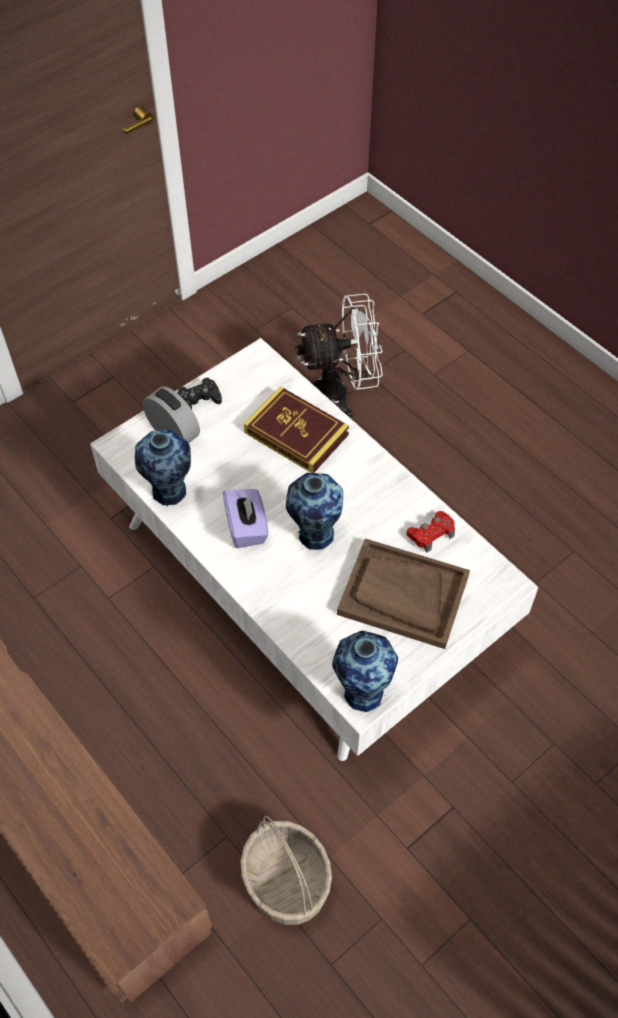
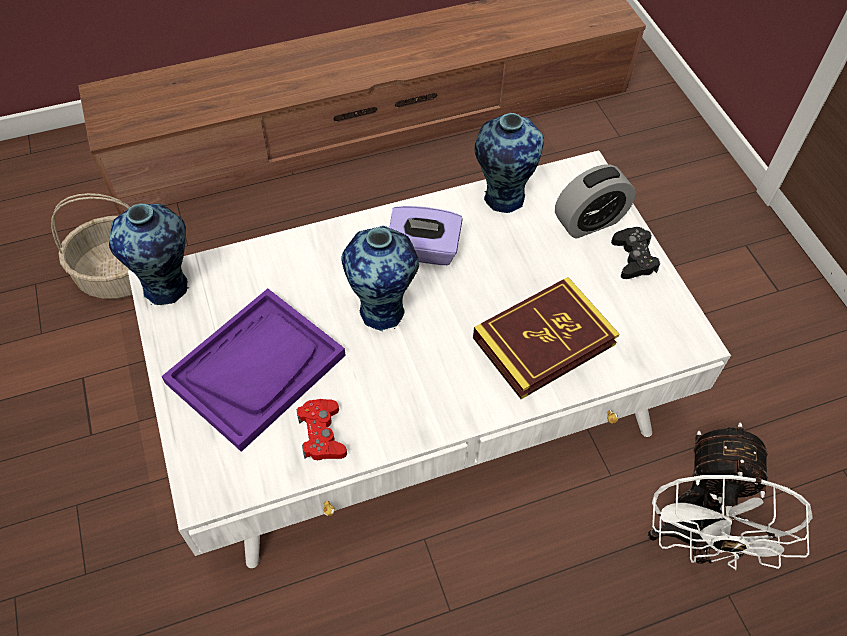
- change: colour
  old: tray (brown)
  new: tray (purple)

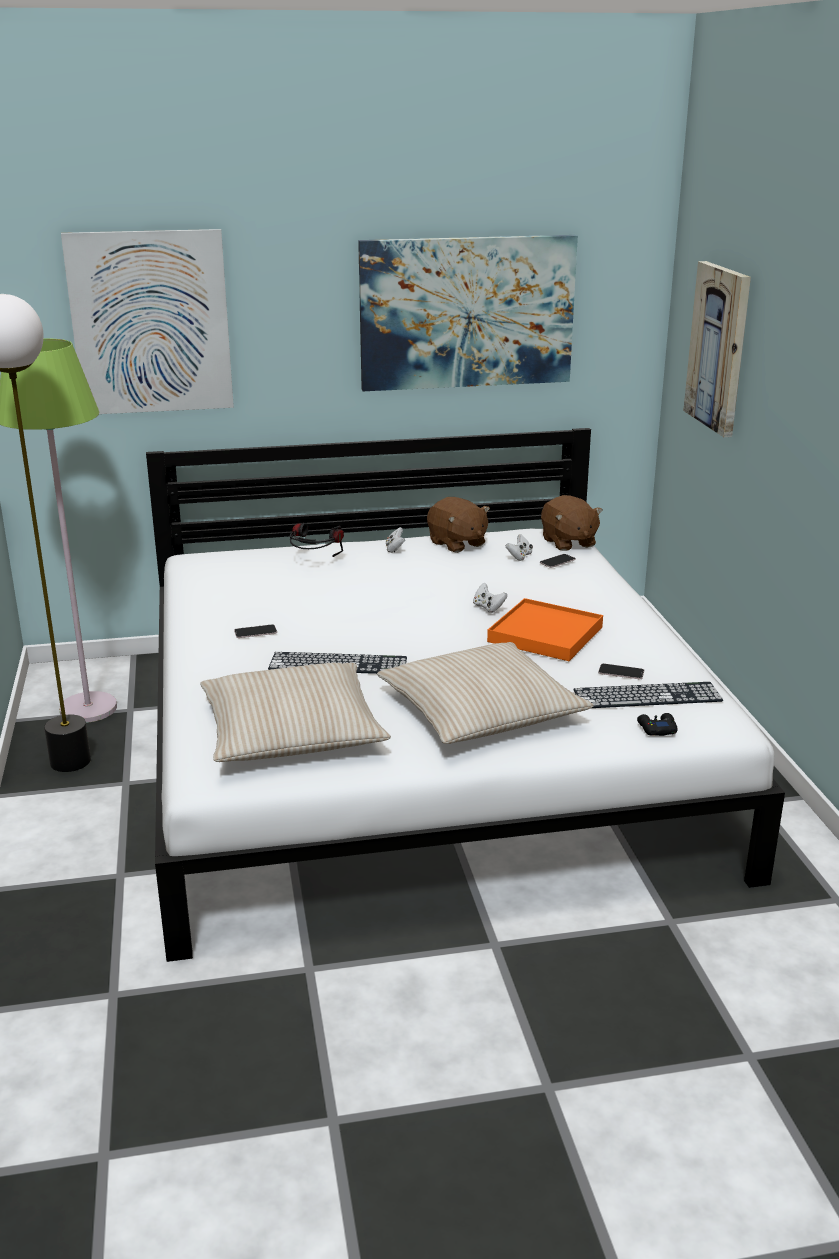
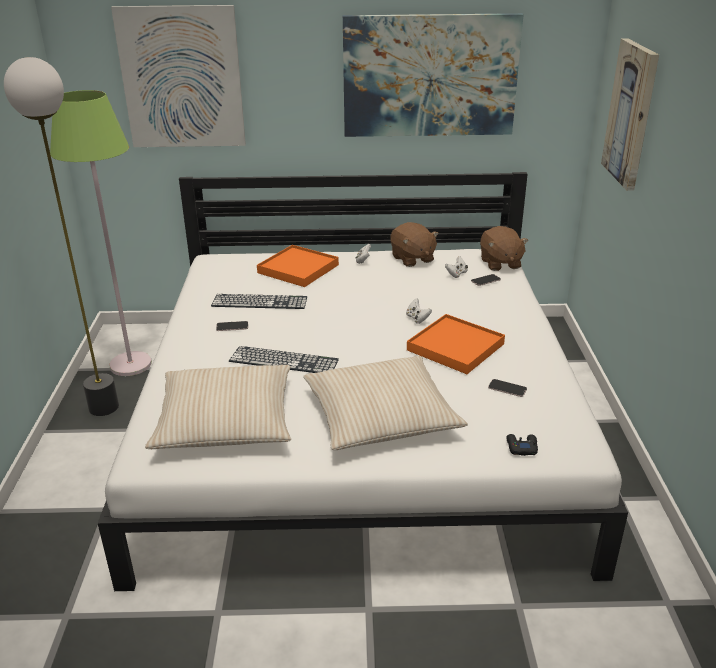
- change: relocated
  old: keyboard (no. 2 from left in the first image)
  new: keyboard (no. 1 from left)
- change: exchanged
  old: headphones
  new: tray (orange) (no. 1 from left)

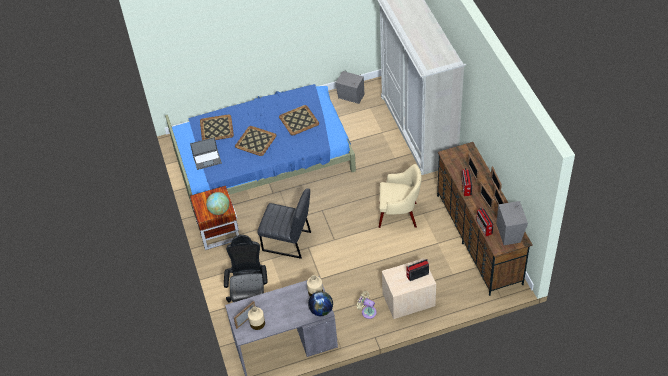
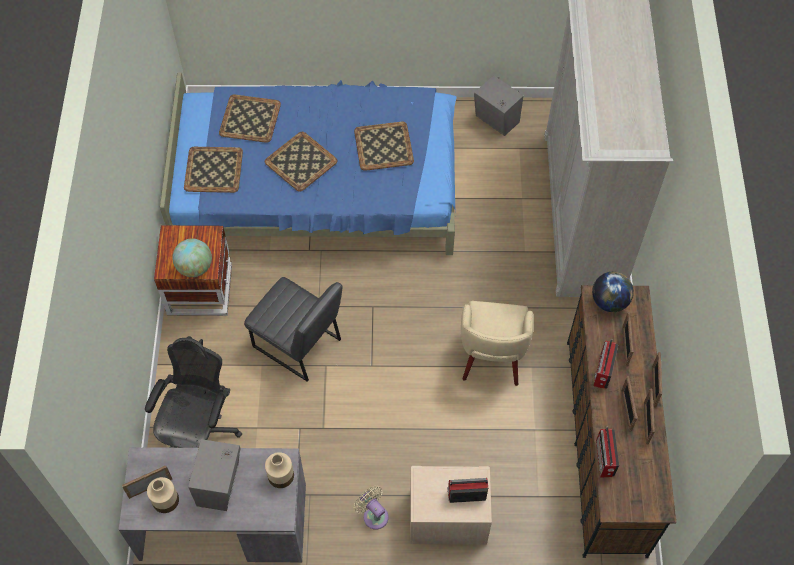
- change: relocated
  old: globe (no. 2 from left)
- change: relocated
  old: speaker (grey) (no. 2 from left in the first image)
  new: speaker (grey) (no. 1 from left)
- change: exchanged
  old: laptop
  new: tray (no. 1 from left)
- change: spun
  old: armchair (beige)
  degrees: 75

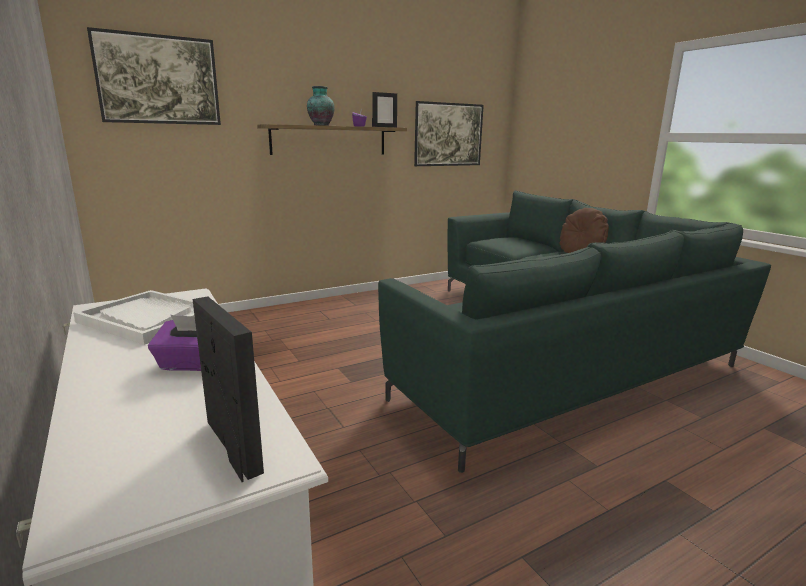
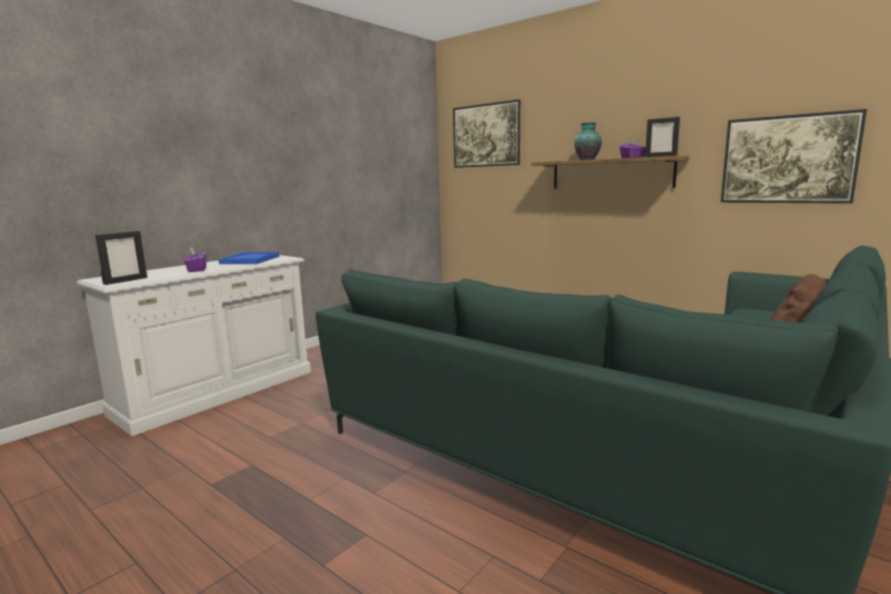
- change: colour
  old: tray (white)
  new: tray (blue)

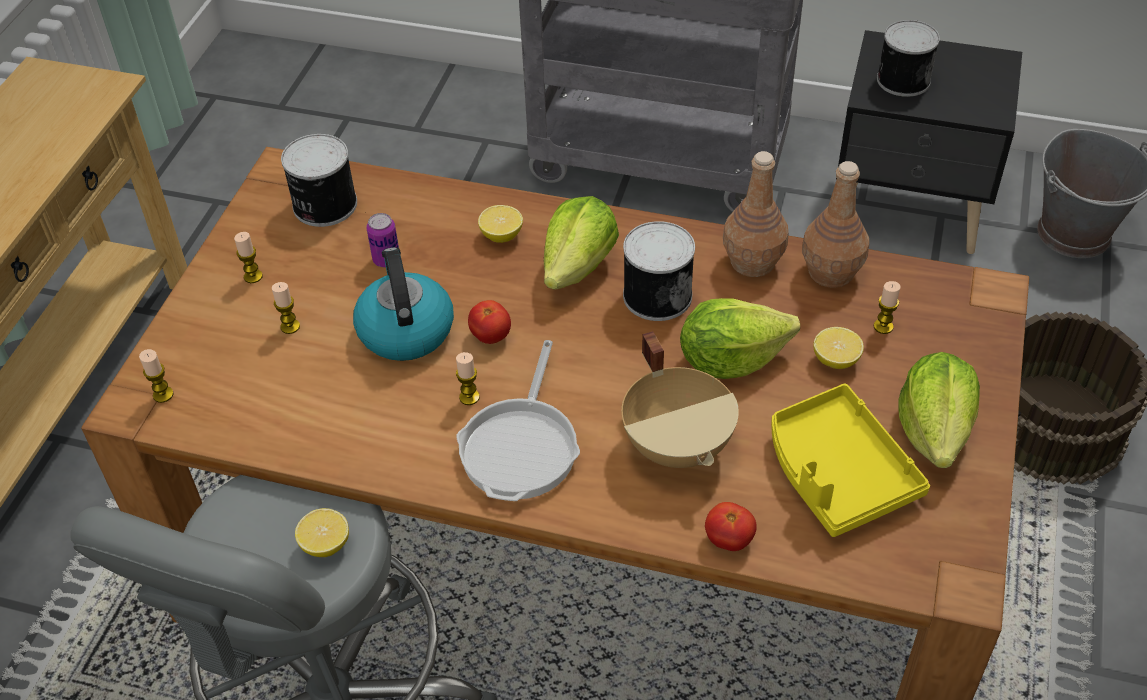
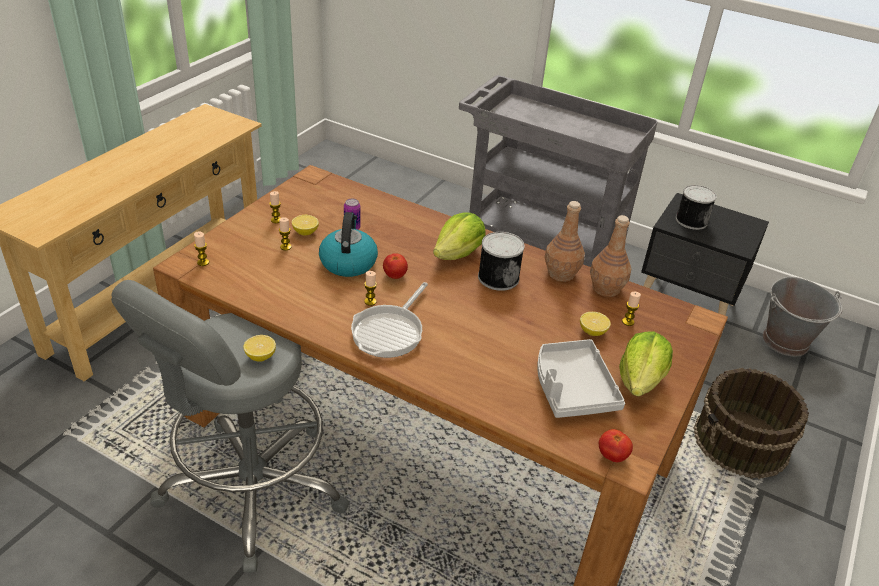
- change: missing
  old: can (no. 1 from left)
- change: missing
  old: cooking pot (beige)
- change: missing
  old: lettuce (no. 2 from left)
- change: relocated
  old: lemon (no. 2 from left)
- change: relocated
  old: tomato (no. 2 from left)
- change: colour
  old: tray (yellow)
  new: tray (grey)

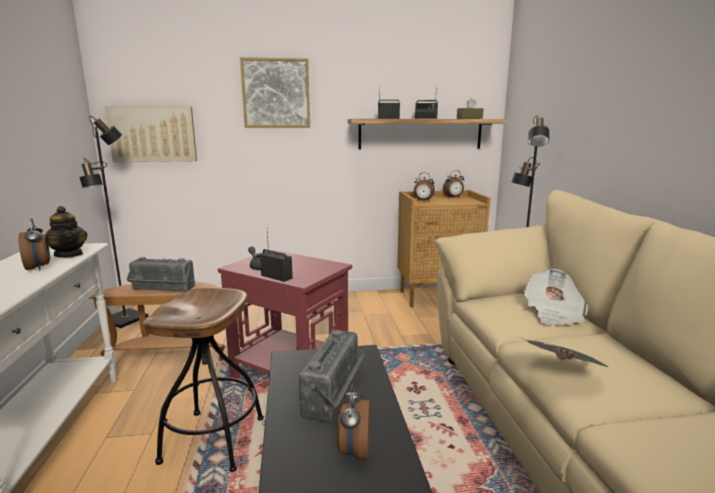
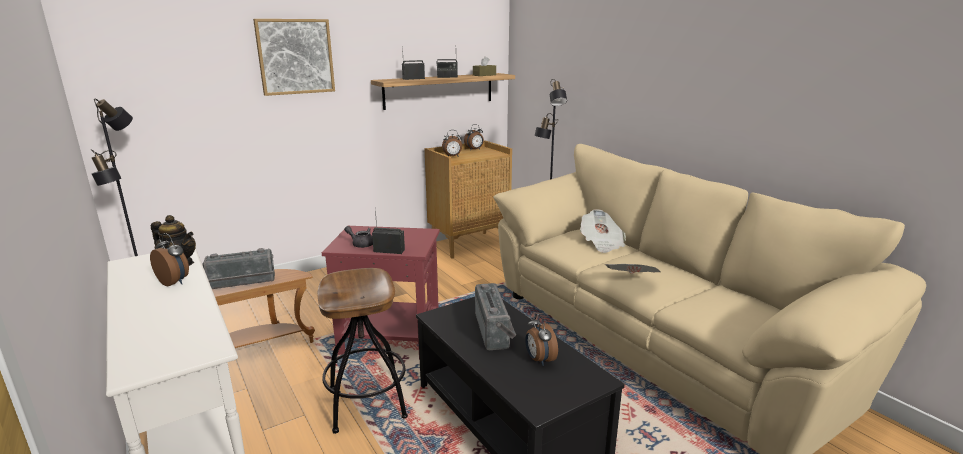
- change: missing
  old: picture (no. 1 from left)

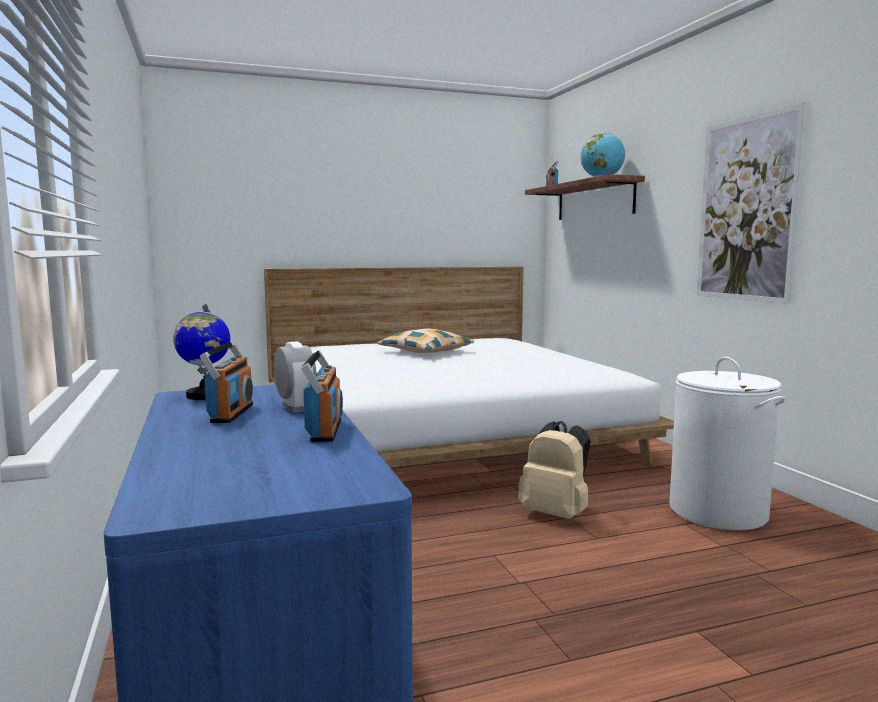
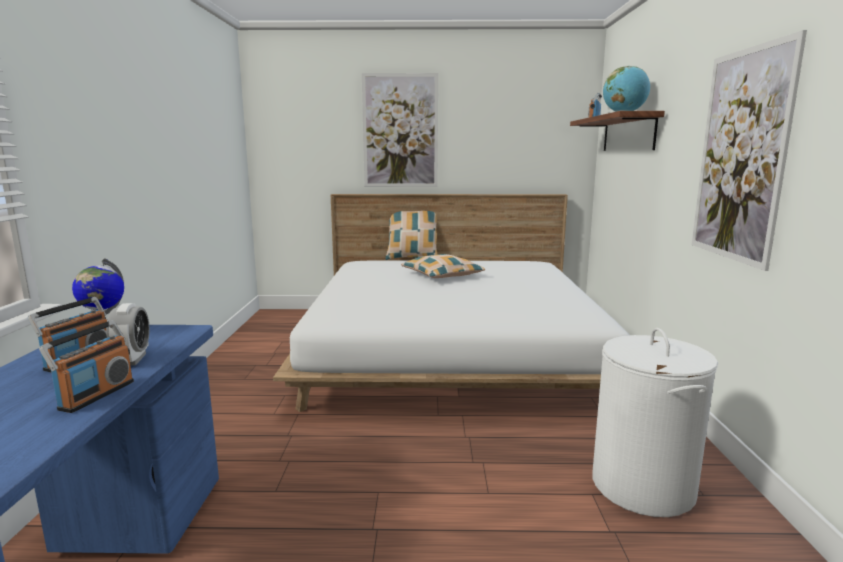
- change: missing
  old: backpack (beige)
- change: appeared
  new: picture (no. 1 from left)
- change: appeared
  new: pillow (no. 1 from left)

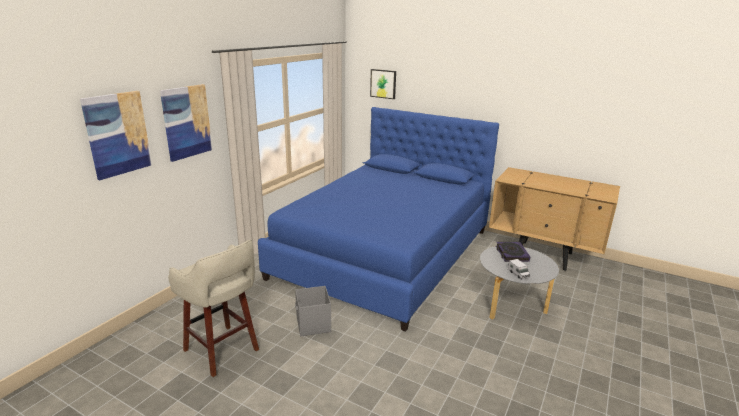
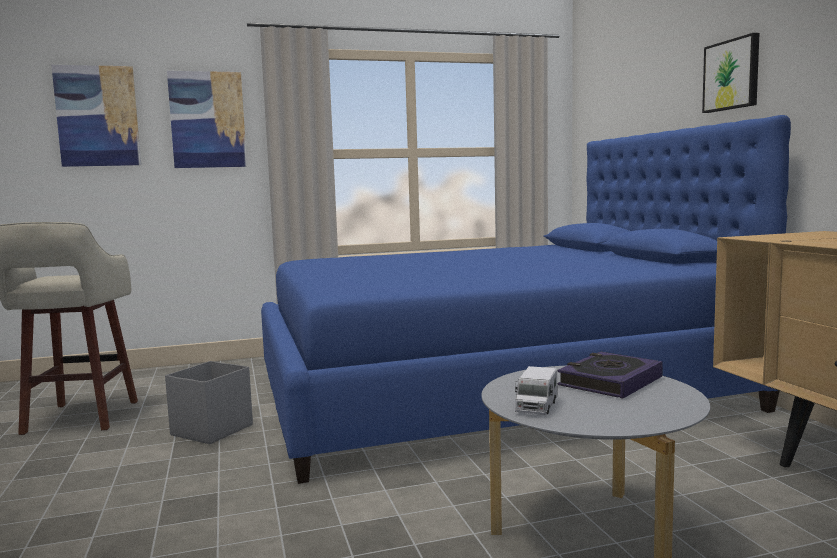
- change: relocated
  old: picture (no. 3 from left)

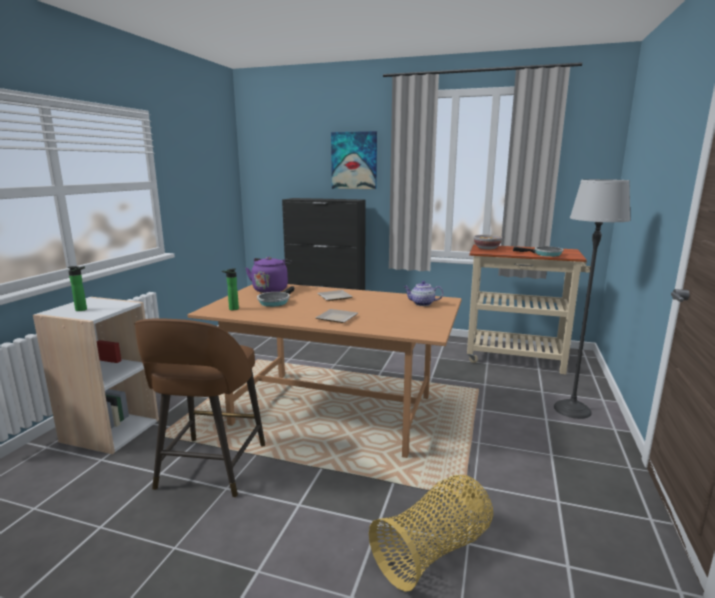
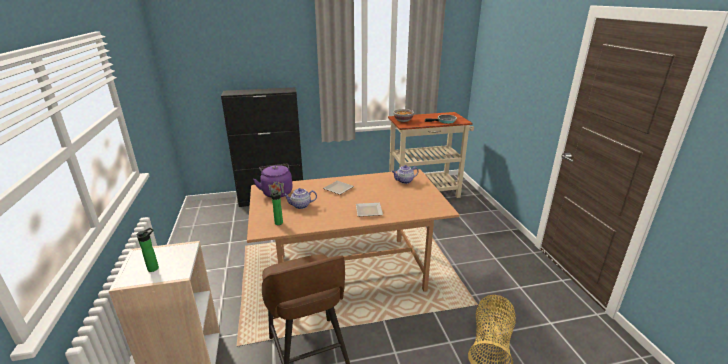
- change: missing
  old: picture
- change: missing
  old: floor lamp
- change: exchanged
  old: frying pan (no. 1 from left)
  new: teapot (no. 1 from left)

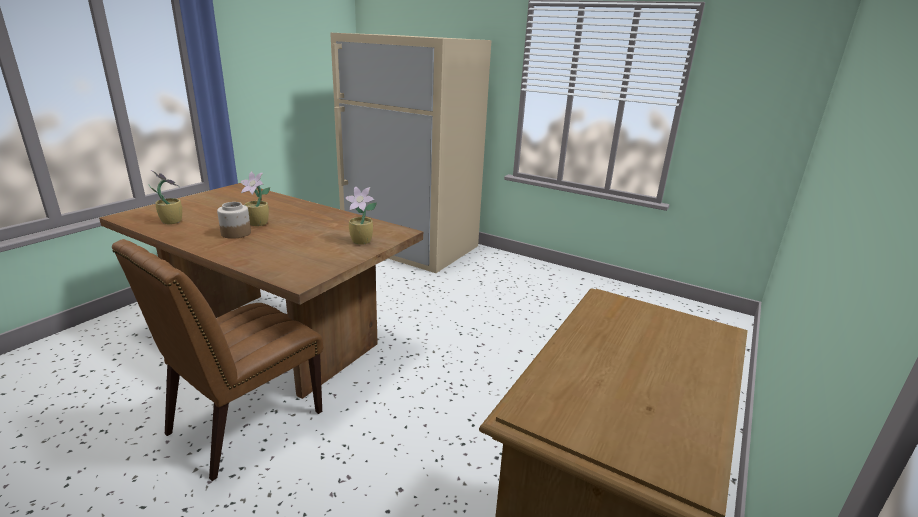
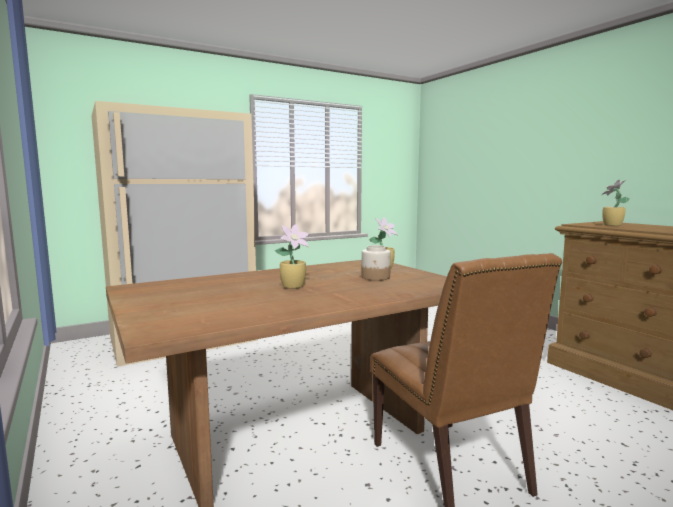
- change: relocated
  old: potted plant (no. 1 from left in the first image)
  new: potted plant (no. 3 from left)
- change: relocated
  old: jar

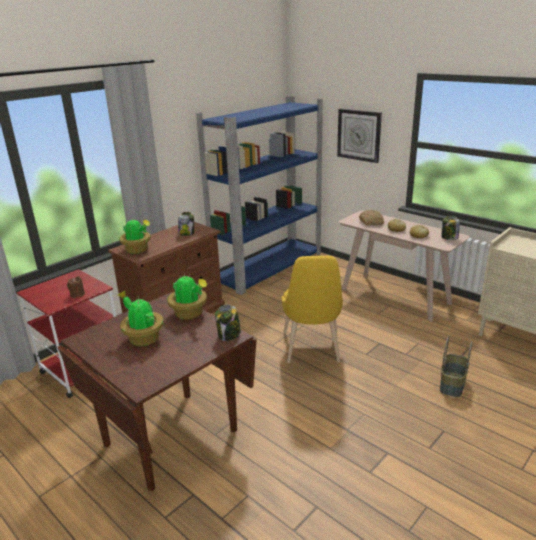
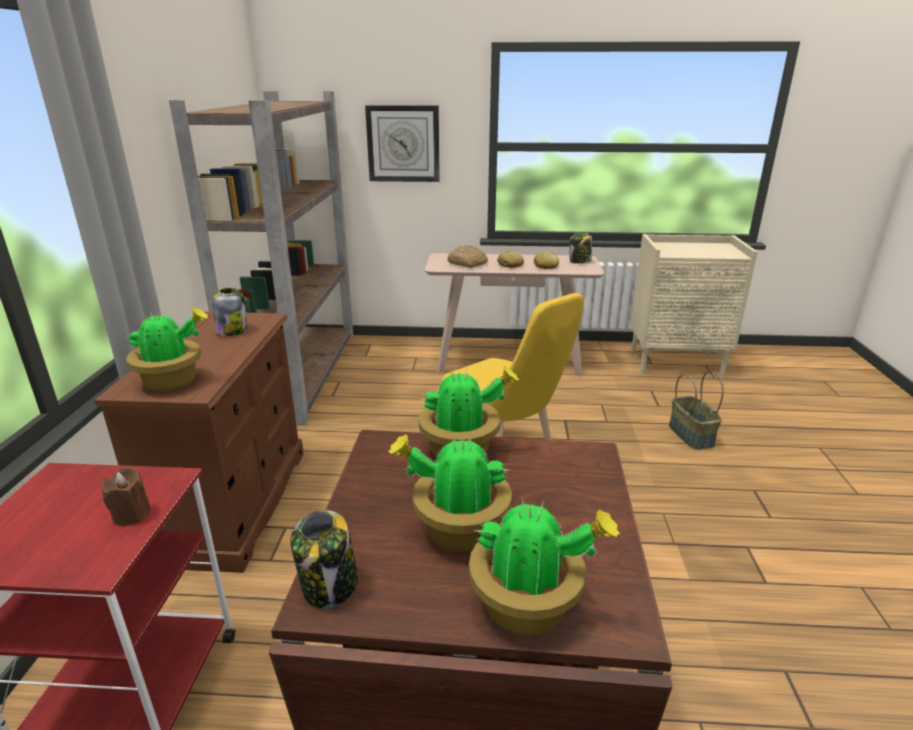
- change: appeared
  new: potted plant (no. 4 from left)
- change: relocated
  old: jar (no. 2 from left)
- change: colour
  old: bookcase (blue)
  new: bookcase (brown)

